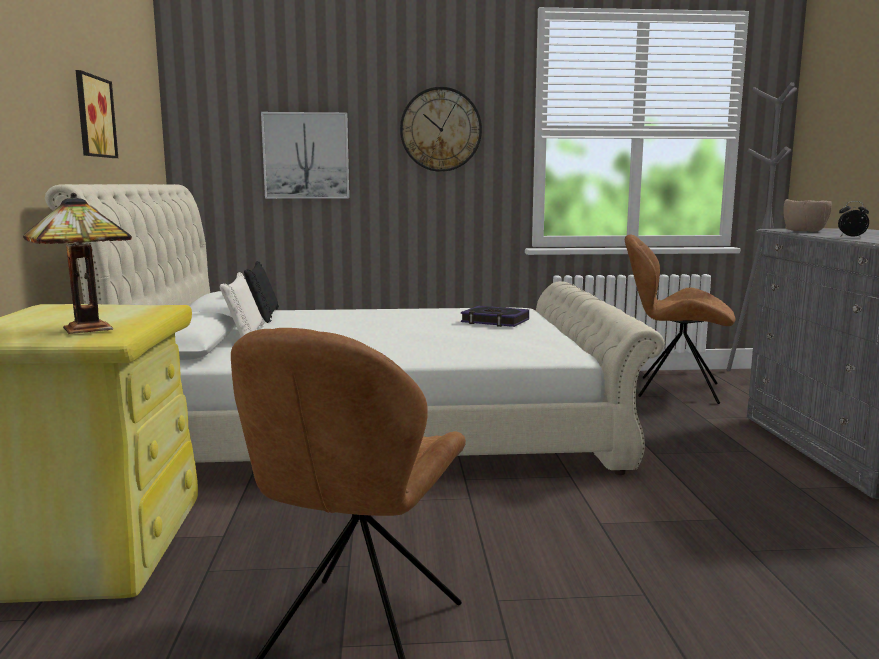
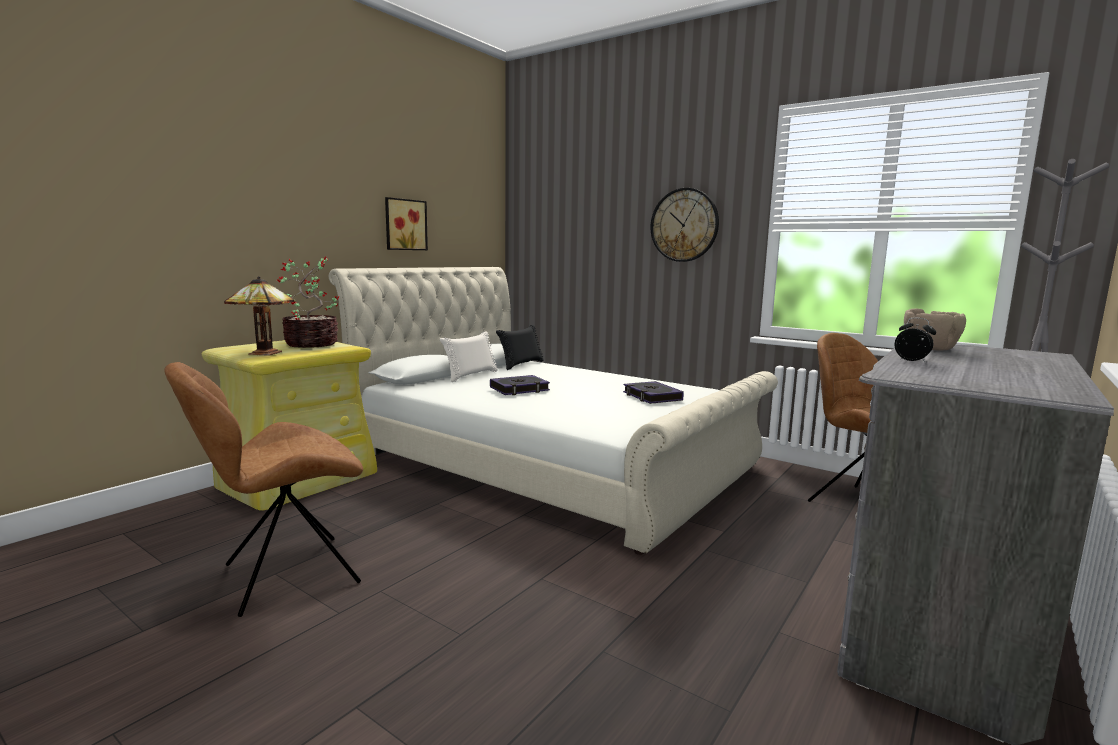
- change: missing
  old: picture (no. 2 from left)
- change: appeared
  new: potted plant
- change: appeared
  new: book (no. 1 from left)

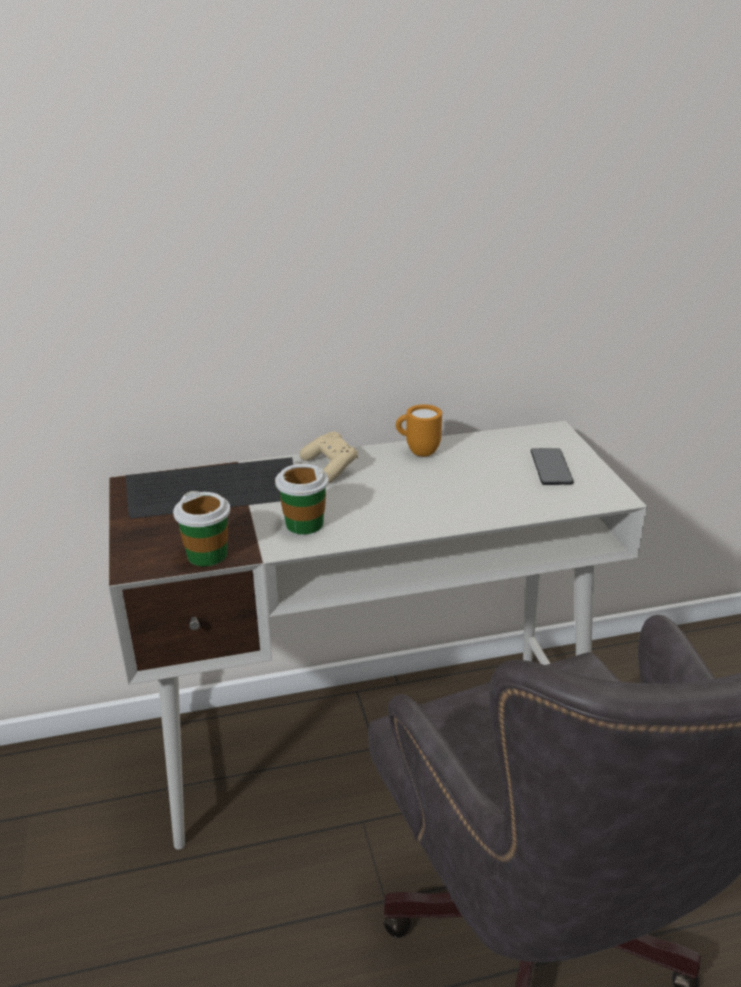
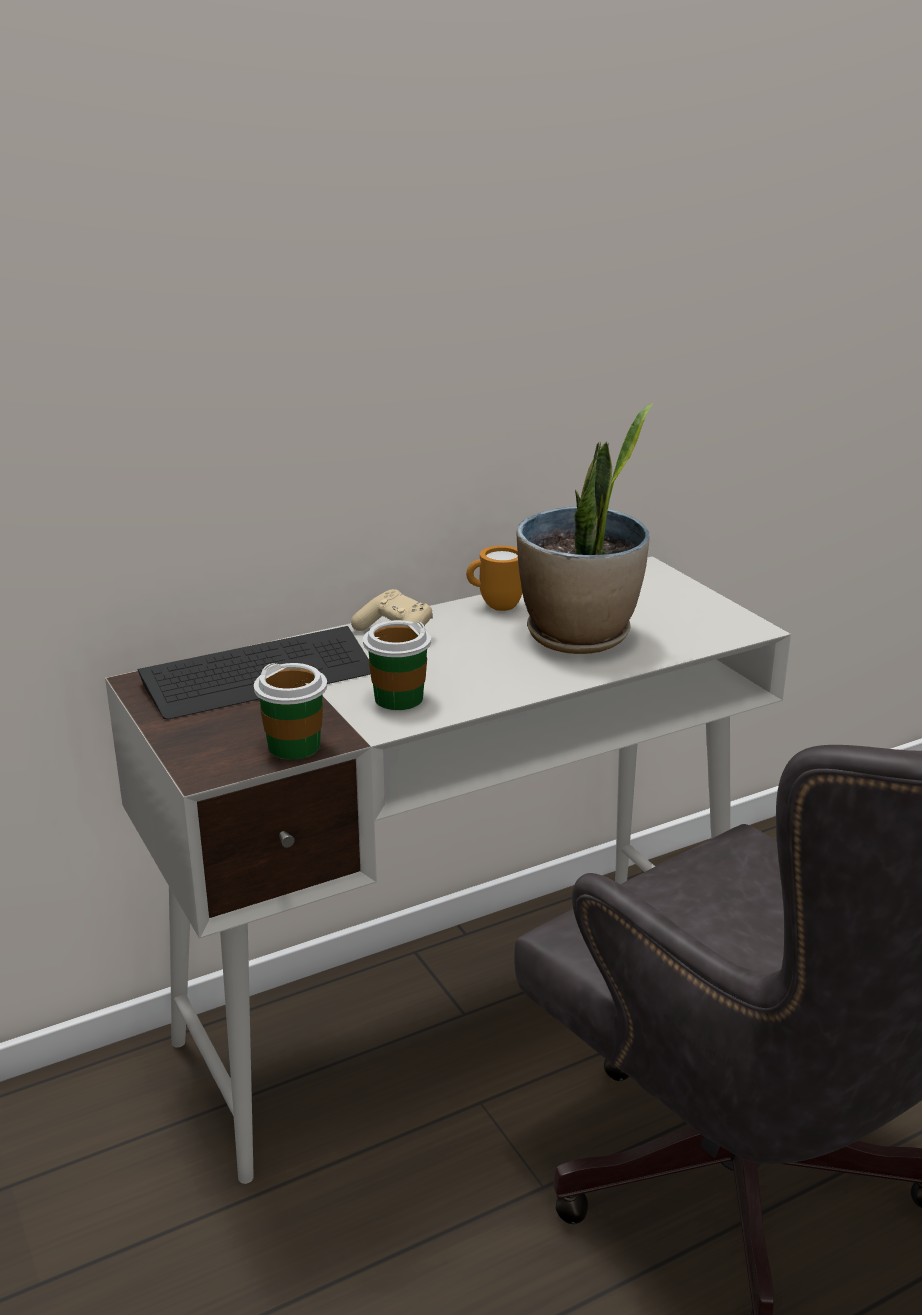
- change: missing
  old: phone
- change: appeared
  new: potted plant

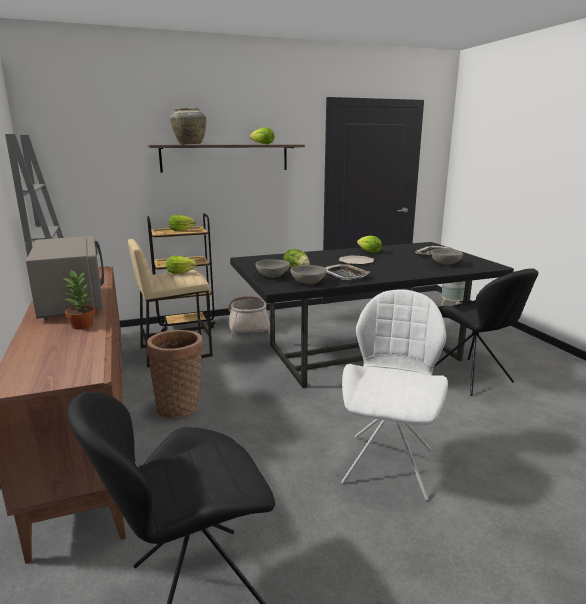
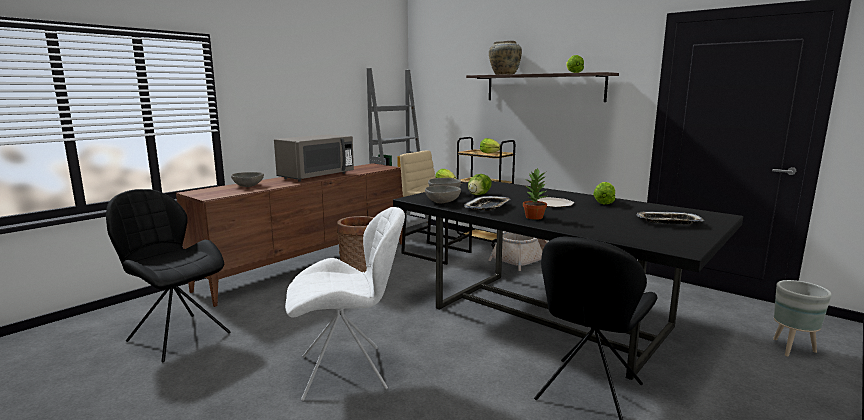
- change: relocated
  old: potted plant
- change: relocated
  old: bowl (grey) (no. 3 from left in the first image)
  new: bowl (grey) (no. 1 from left)

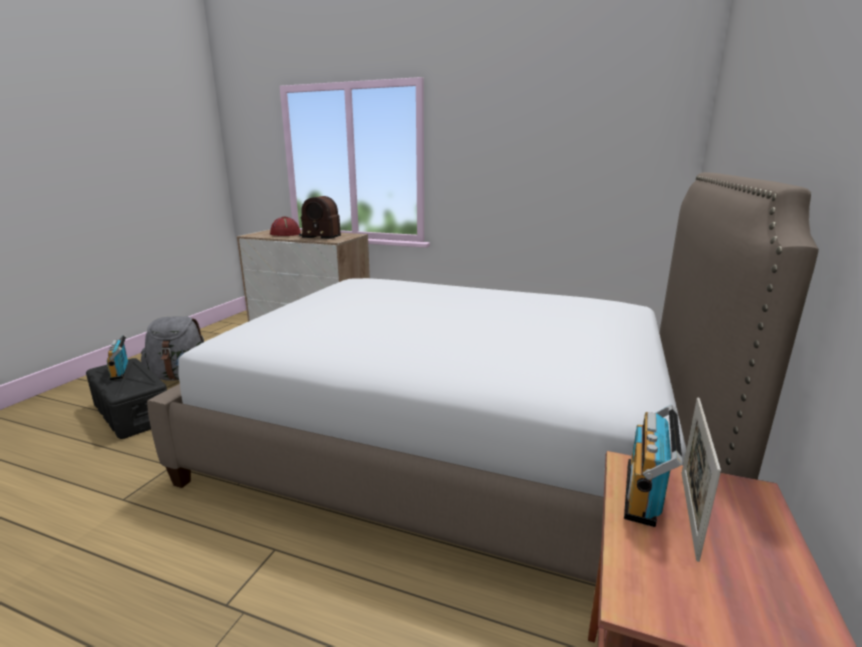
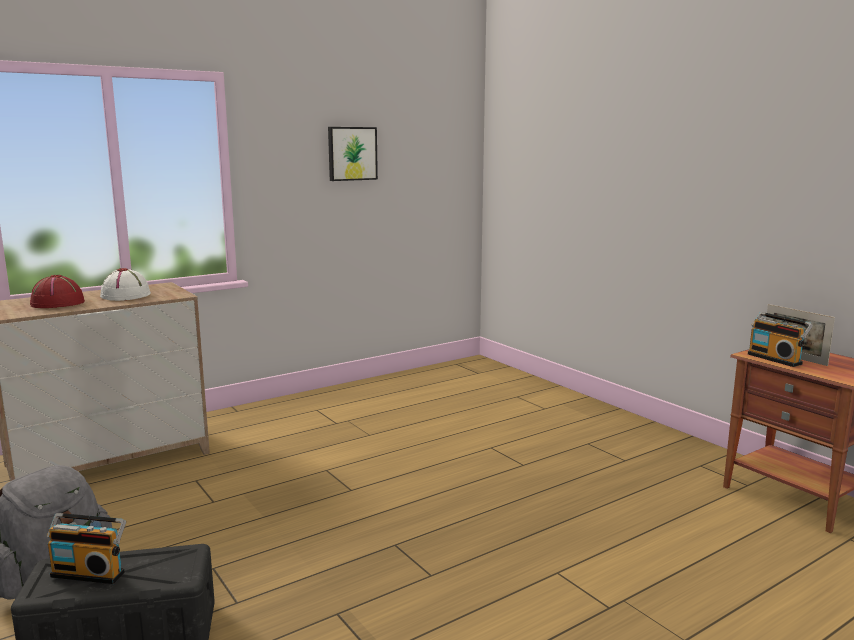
- change: missing
  old: bed
- change: appeared
  new: picture
- change: exchanged
  old: radio (no. 2 from left)
  new: hat (white)

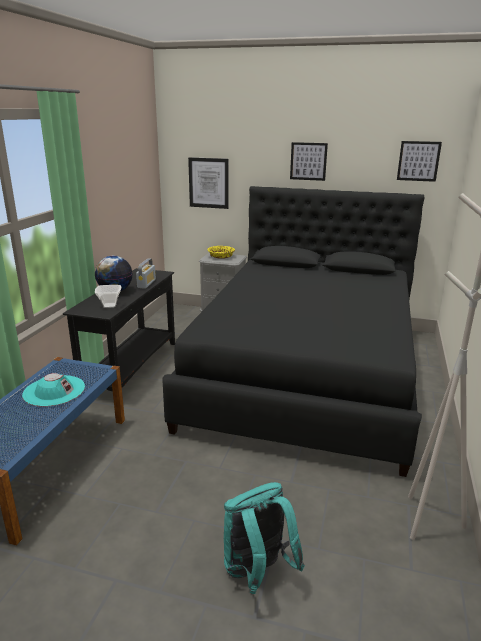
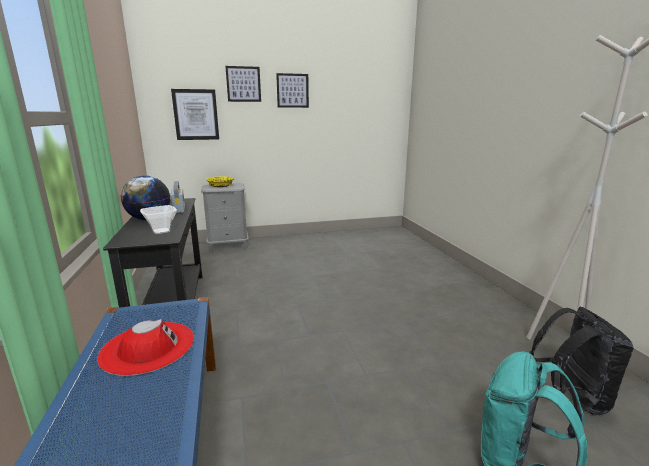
- change: missing
  old: bed (black)
- change: appeared
  new: backpack (black)
- change: relocated
  old: picture (no. 3 from left in the first image)
  new: picture (no. 2 from left)
- change: colour
  old: hat (turquoise)
  new: hat (red)

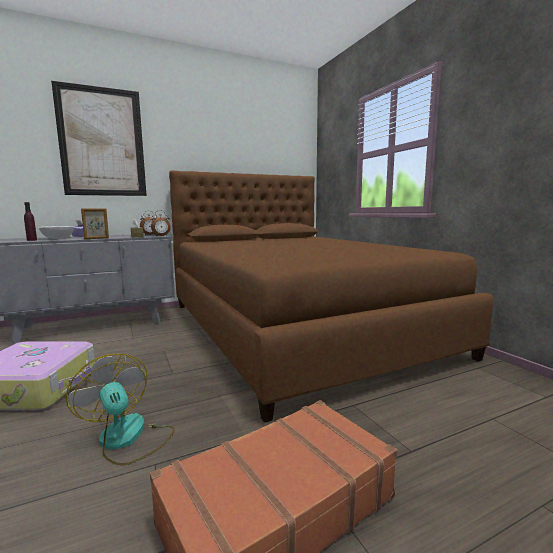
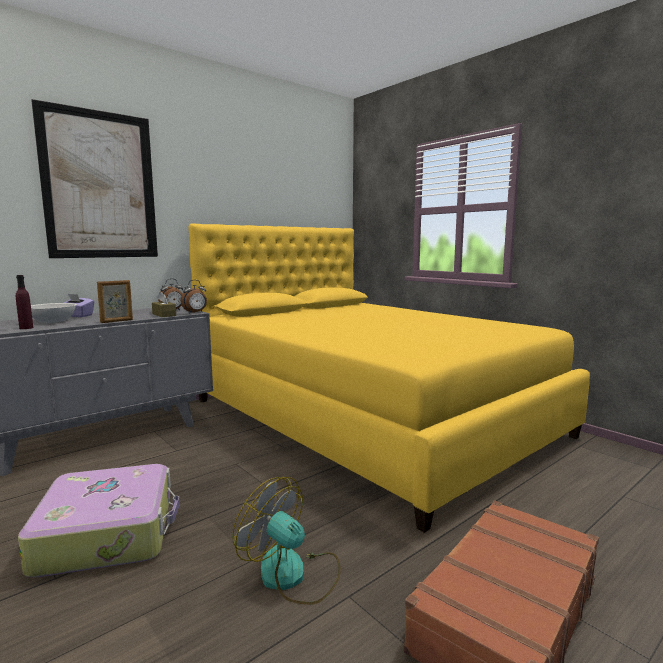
- change: colour
  old: bed (brown)
  new: bed (yellow)

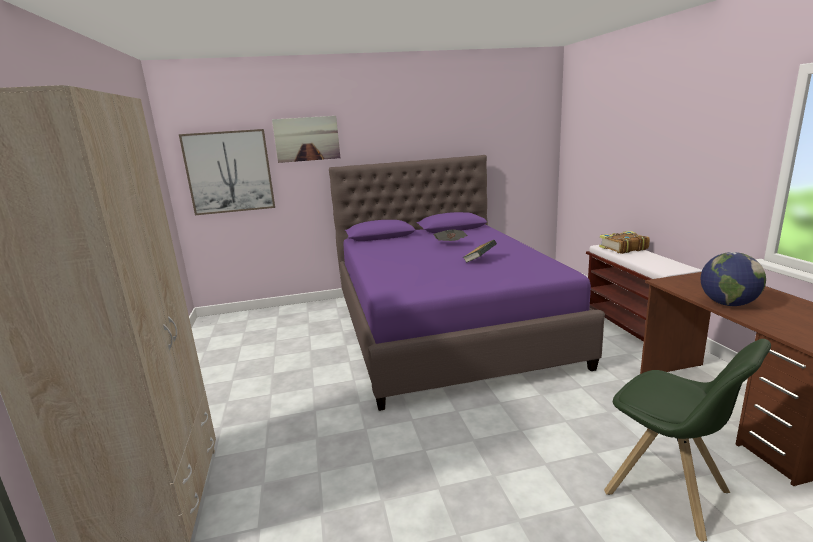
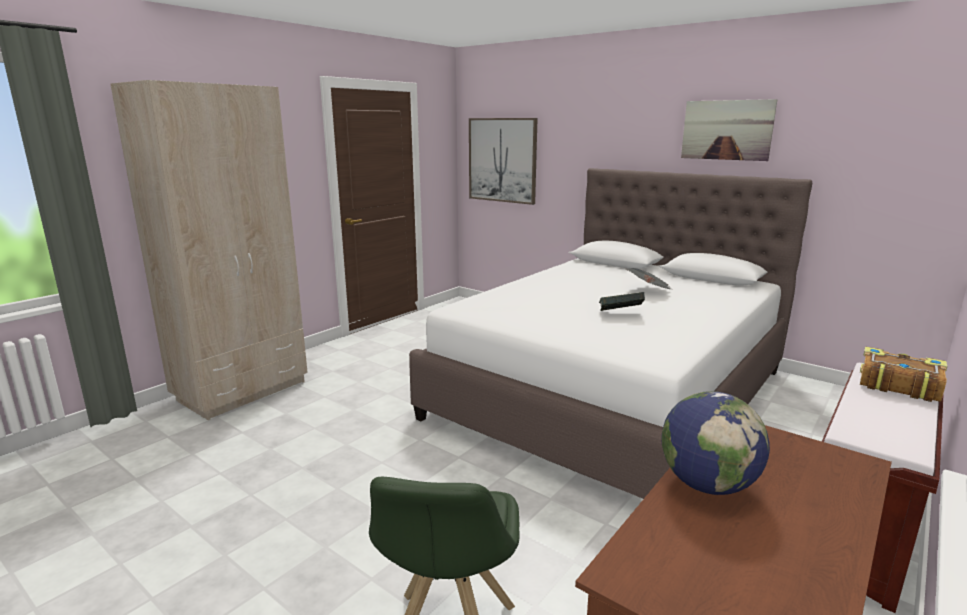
- change: relocated
  old: picture (no. 2 from left)
- change: colour
  old: bed (purple)
  new: bed (white)

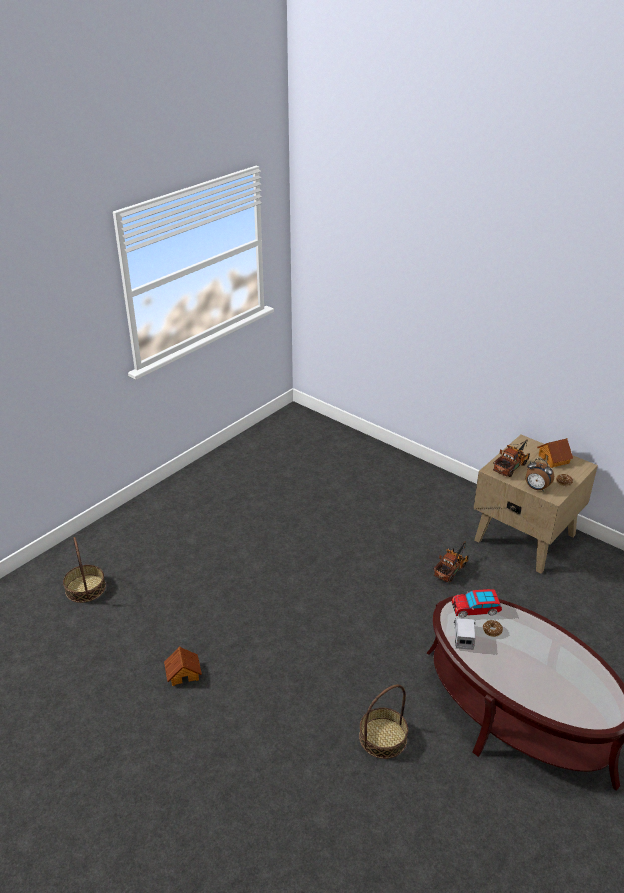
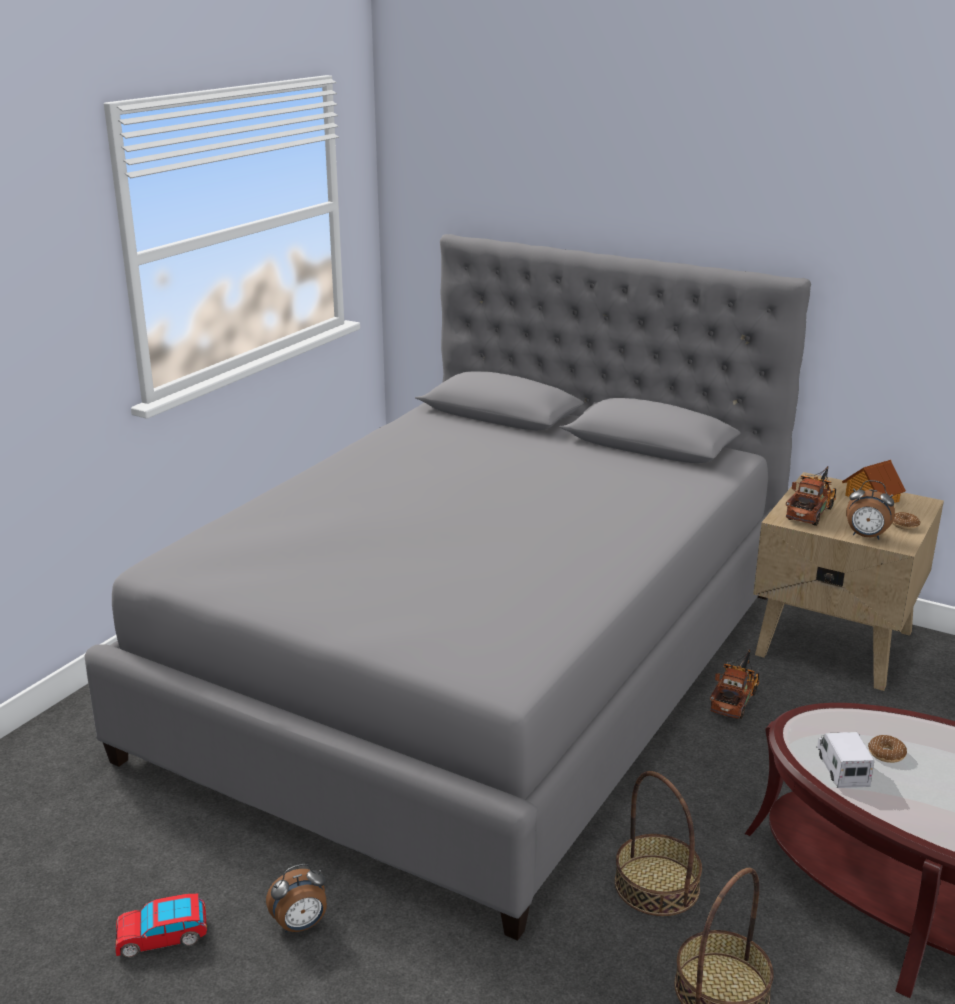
- change: appeared
  new: bed (grey)
- change: relocated
  old: basket (no. 1 from left)
- change: relocated
  old: toy car
- change: exchanged
  old: toy house (no. 1 from left)
  new: alarm clock (no. 1 from left)

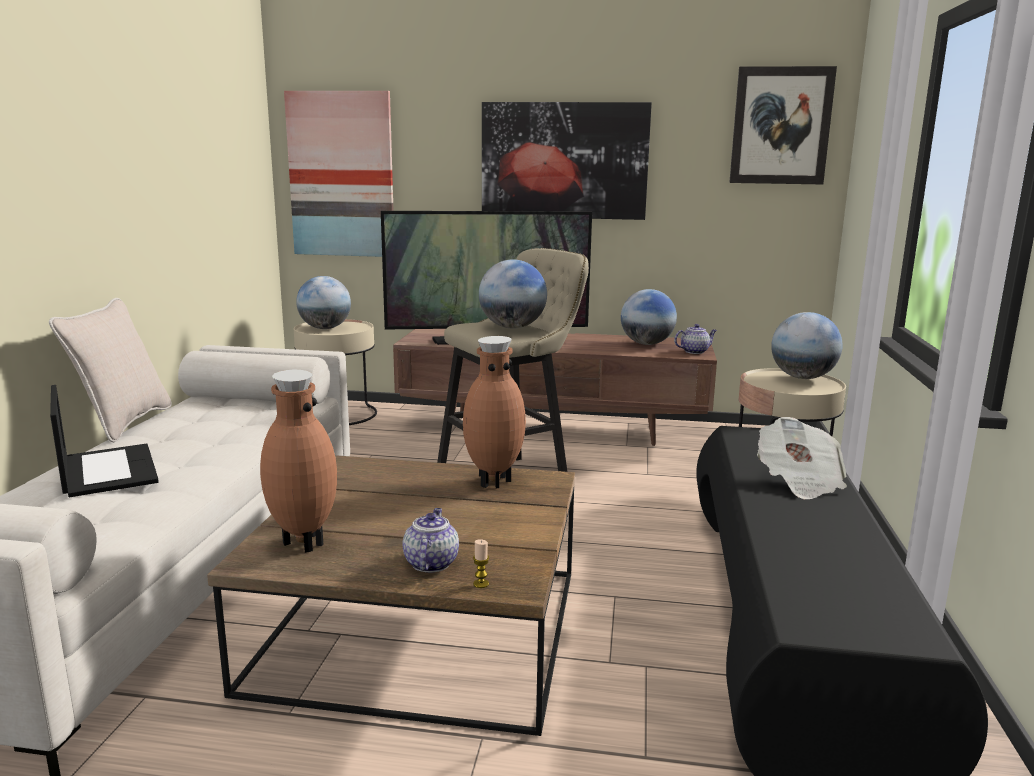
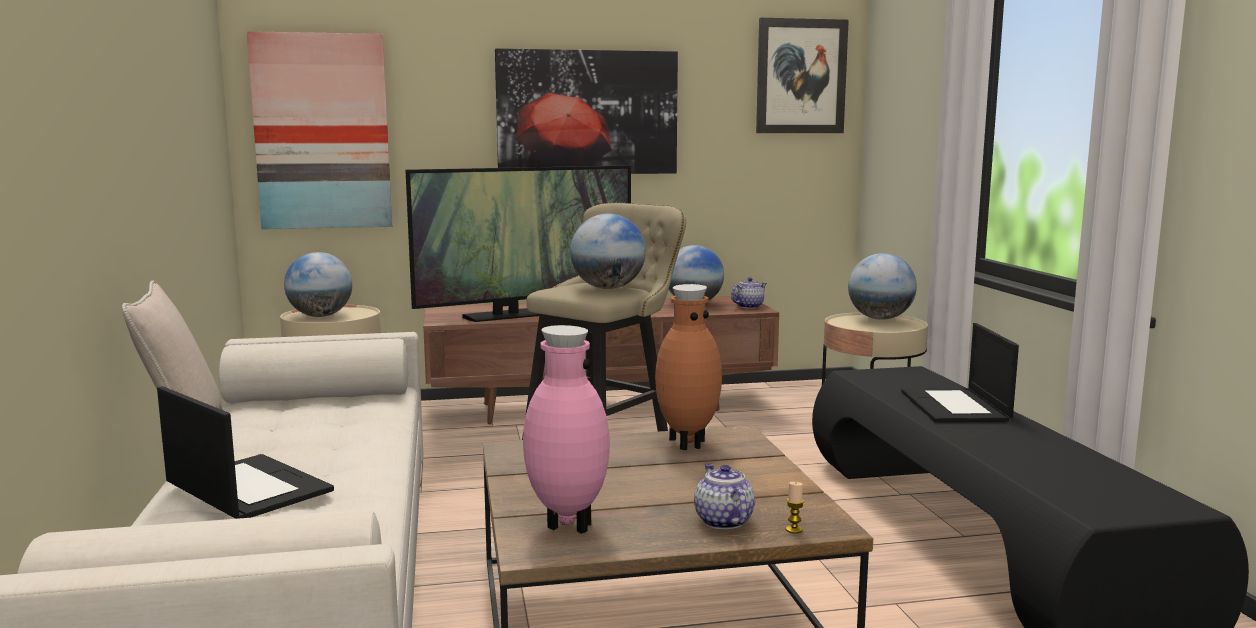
- change: exchanged
  old: newspaper
  new: laptop (no. 2 from left)
- change: colour
  old: vase (brown) (no. 1 from left)
  new: vase (pink)

